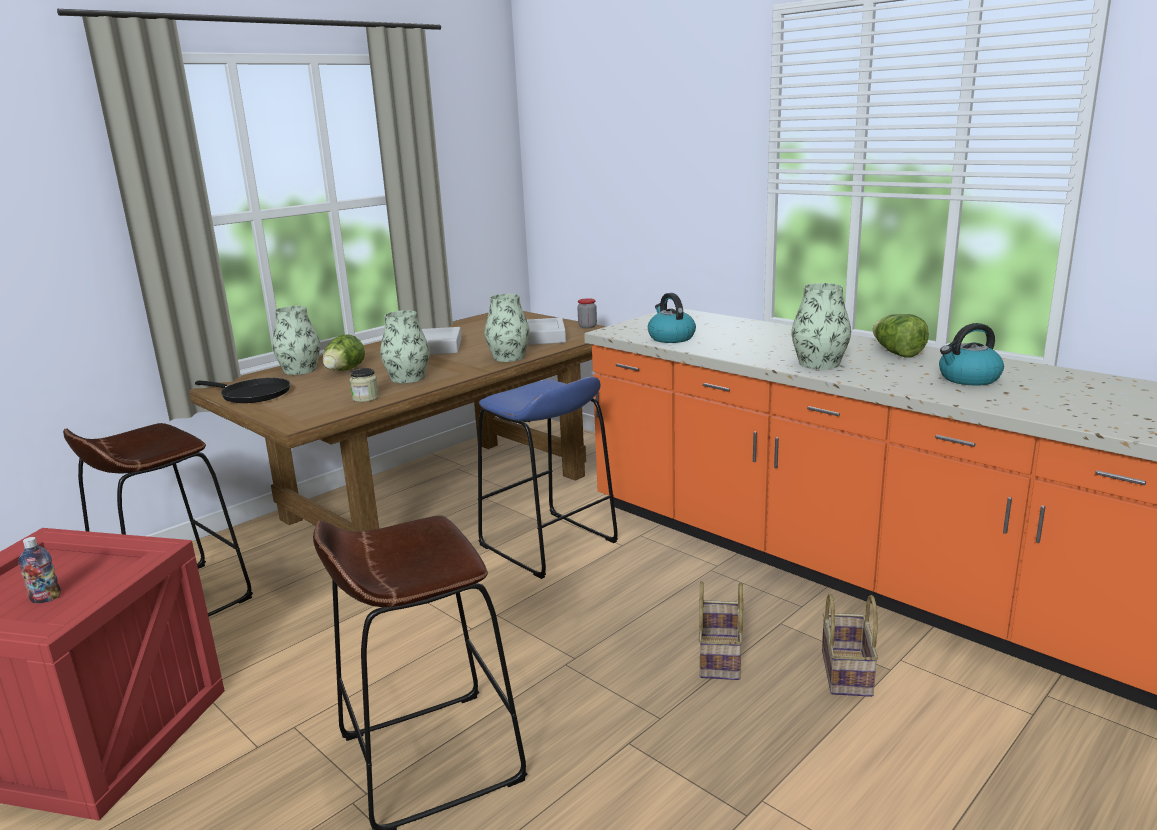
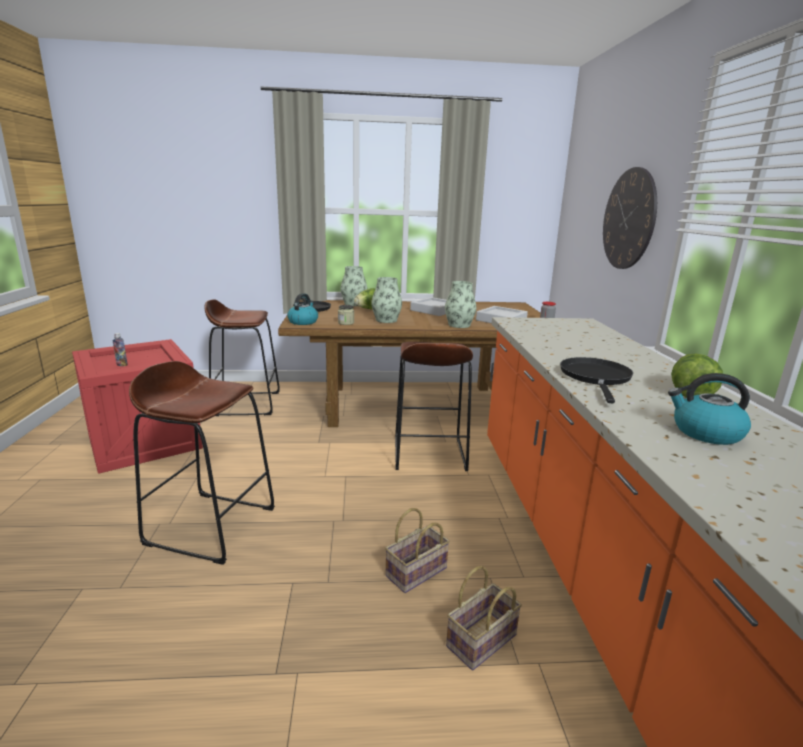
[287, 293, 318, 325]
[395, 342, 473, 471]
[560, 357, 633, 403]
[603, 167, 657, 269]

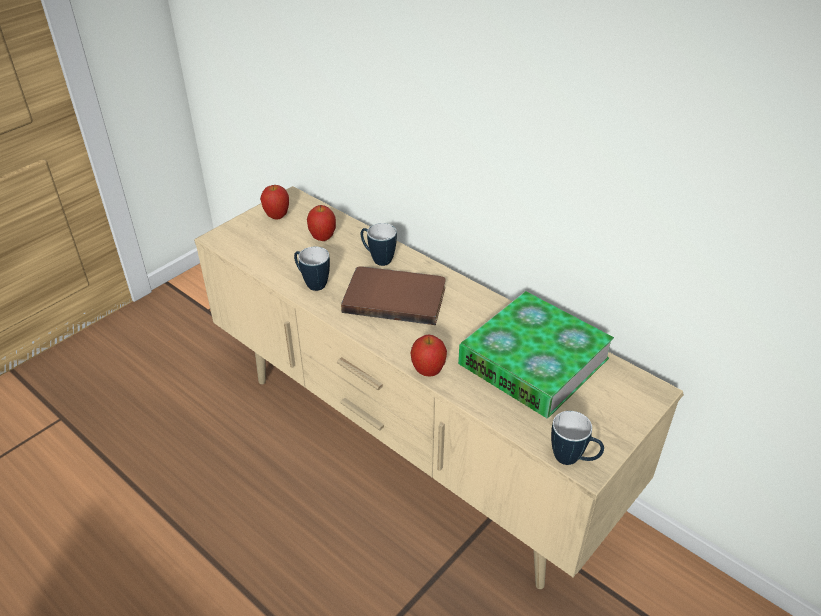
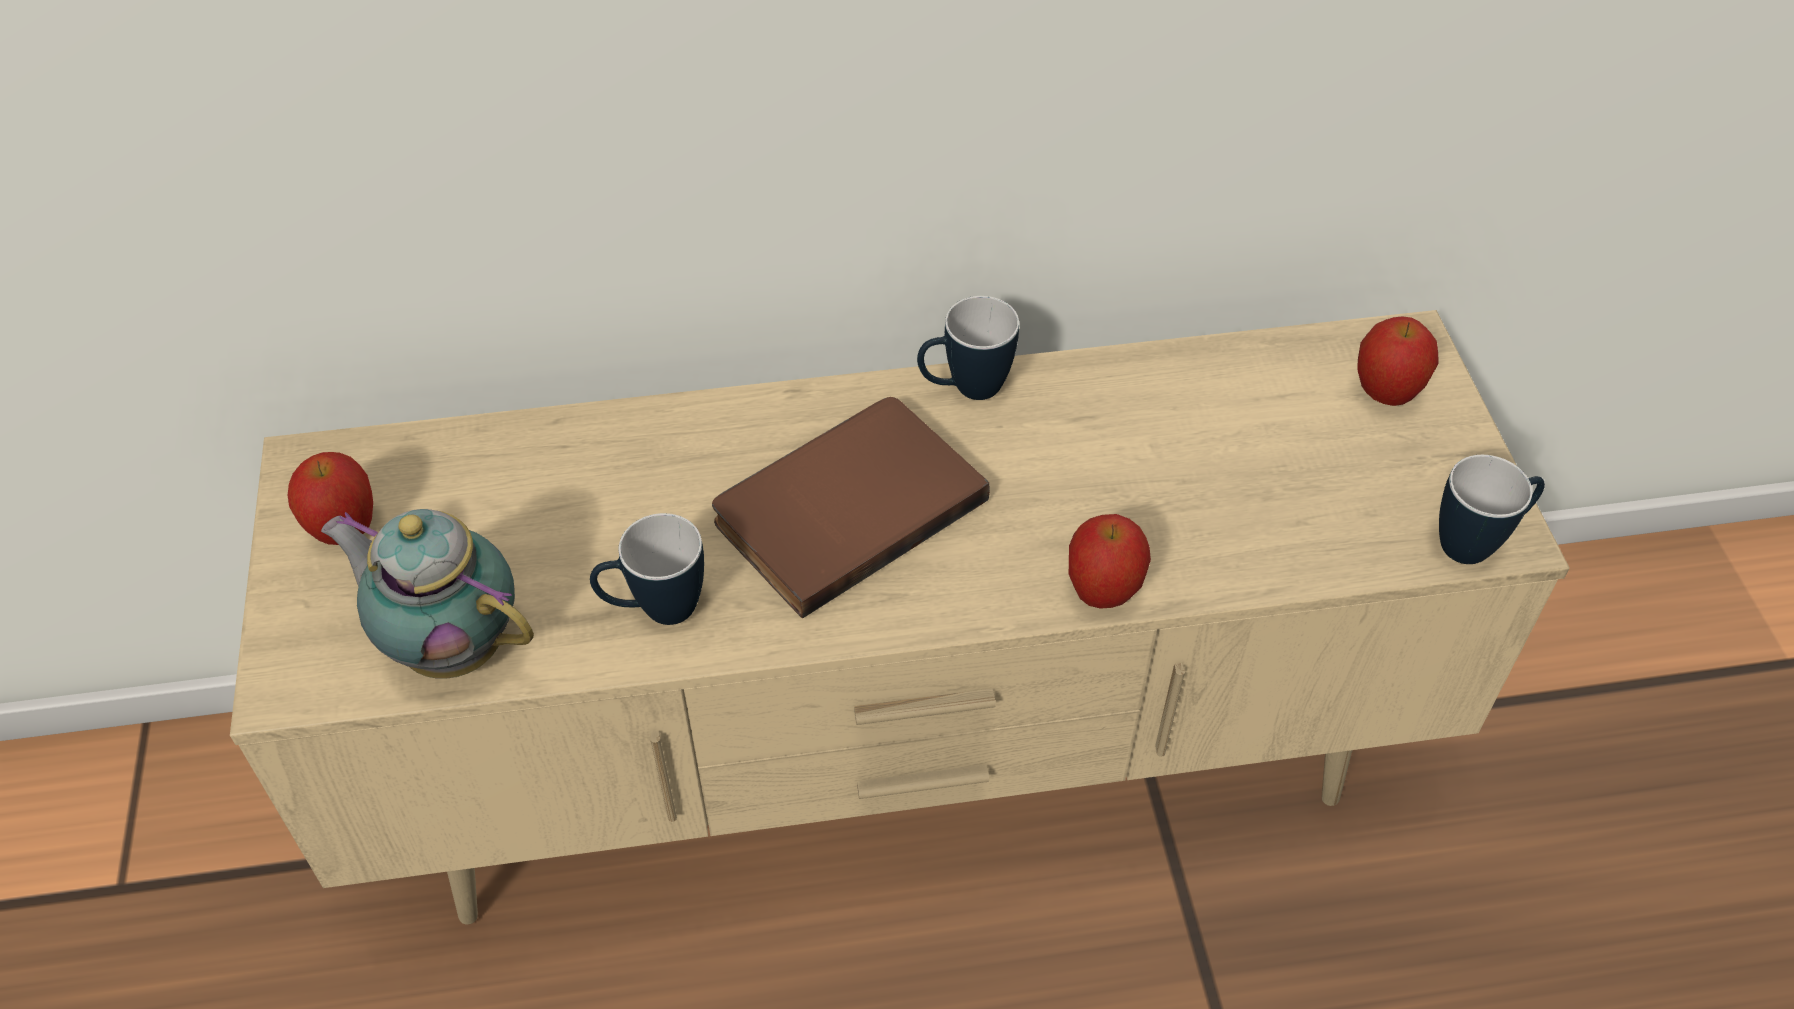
[321, 509, 534, 679]
[917, 296, 1019, 400]
[1357, 317, 1439, 406]
[458, 291, 614, 418] (first image)

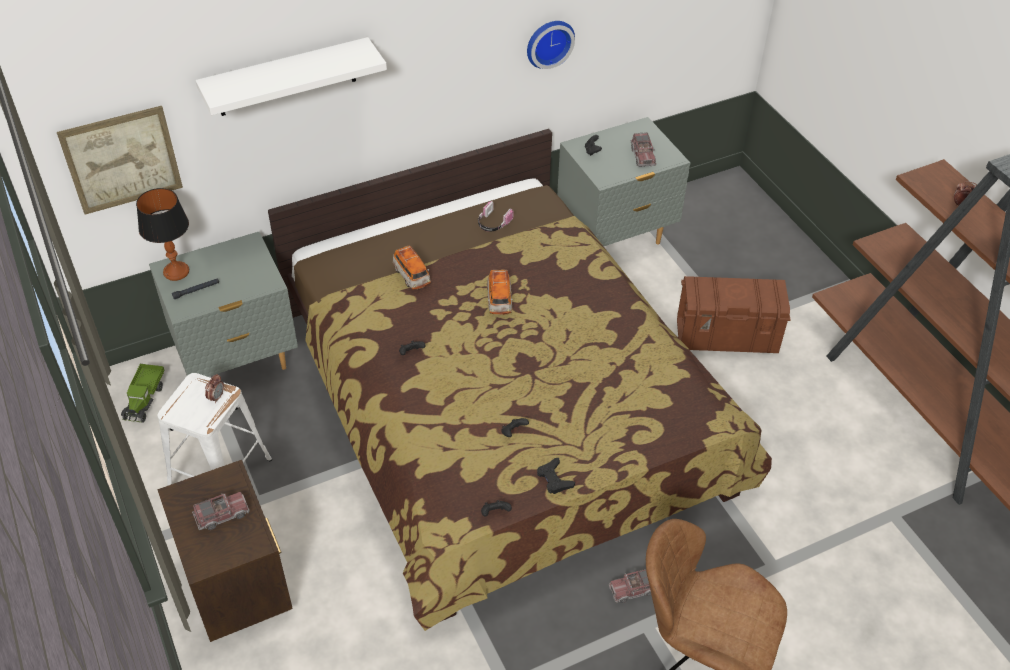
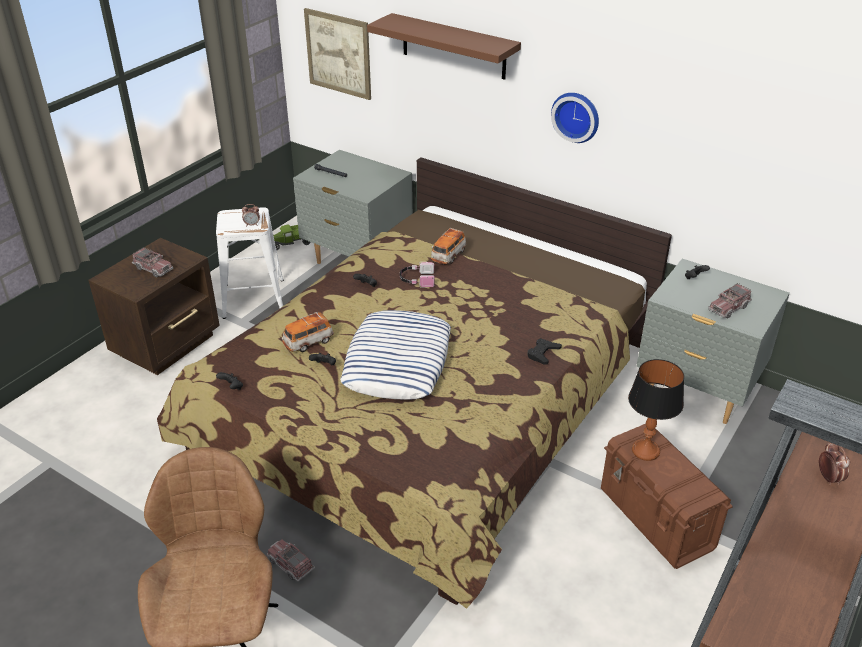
[282, 312, 334, 352]
[340, 310, 451, 400]
[367, 13, 521, 80]
[400, 262, 435, 288]
[528, 338, 562, 365]
[551, 93, 599, 143]
[628, 359, 684, 461]

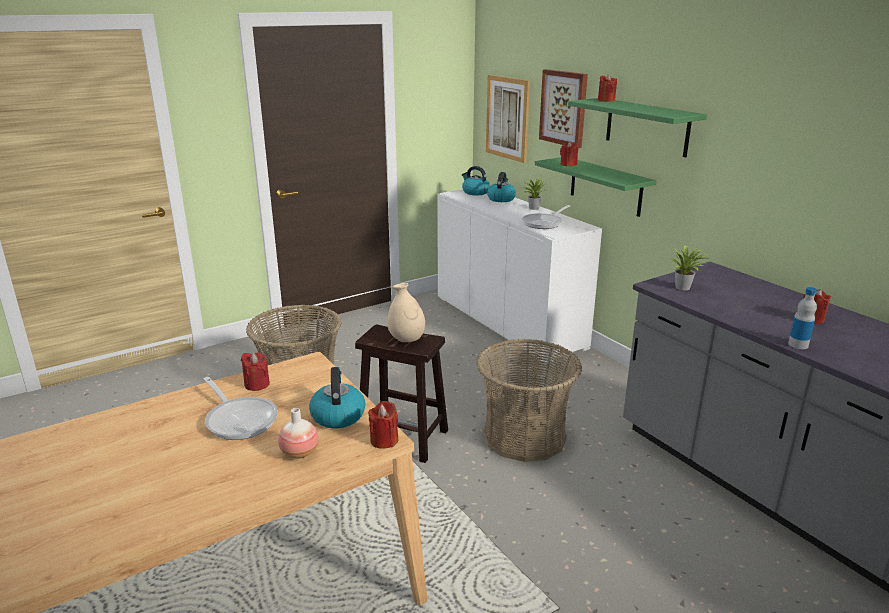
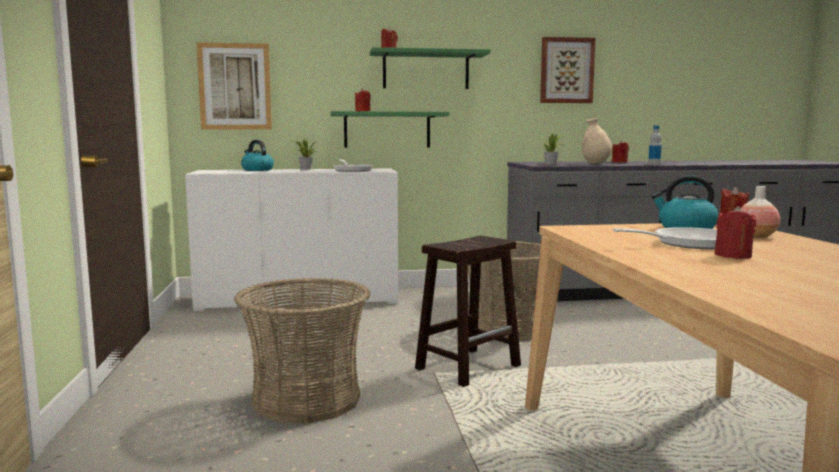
[540, 37, 595, 103]
[582, 118, 612, 164]
[714, 206, 756, 259]
[462, 166, 490, 195] (first image)

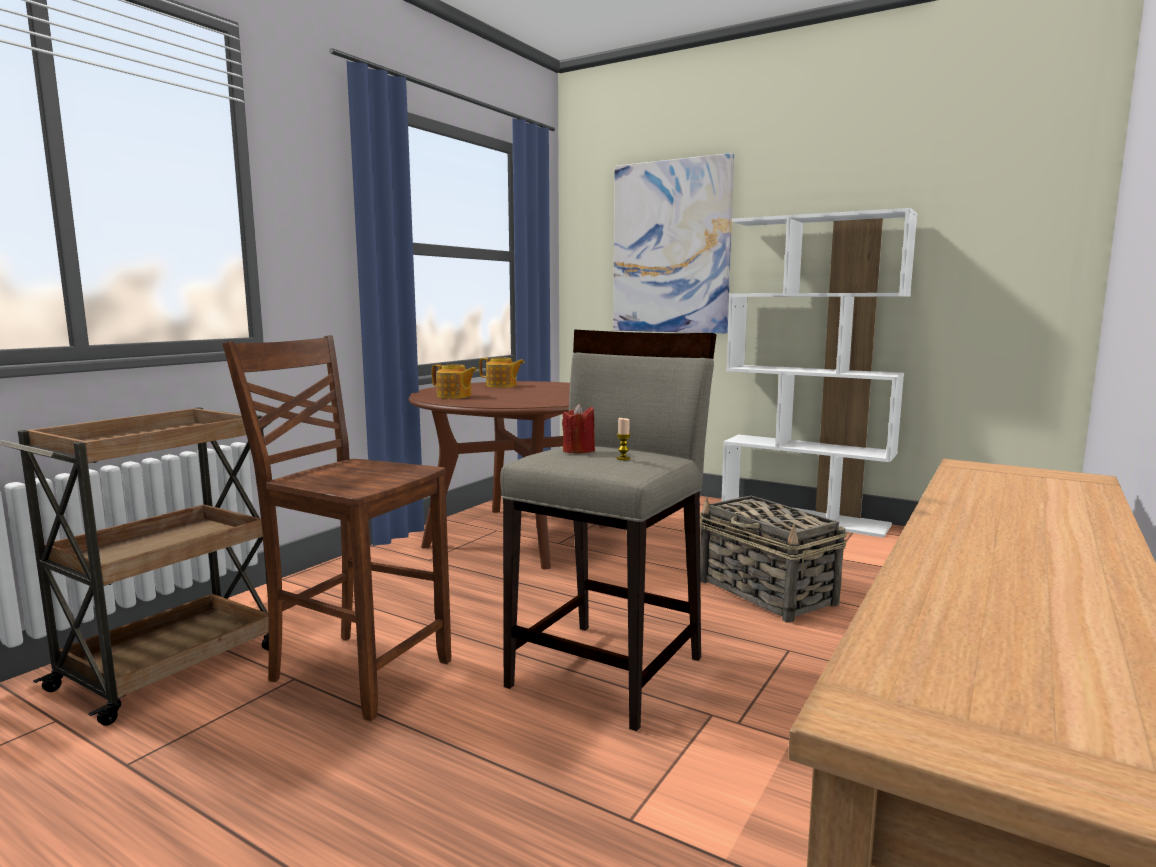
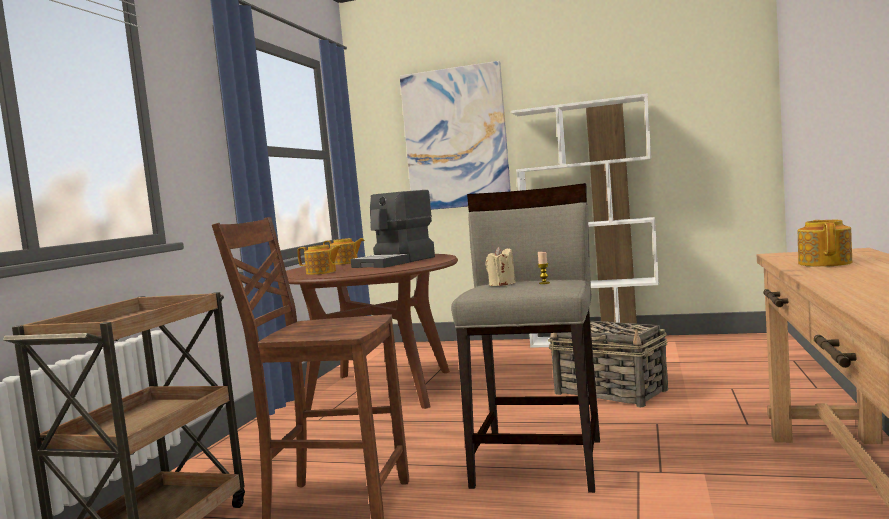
[351, 190, 435, 268]
[486, 247, 516, 286]
[798, 220, 852, 267]

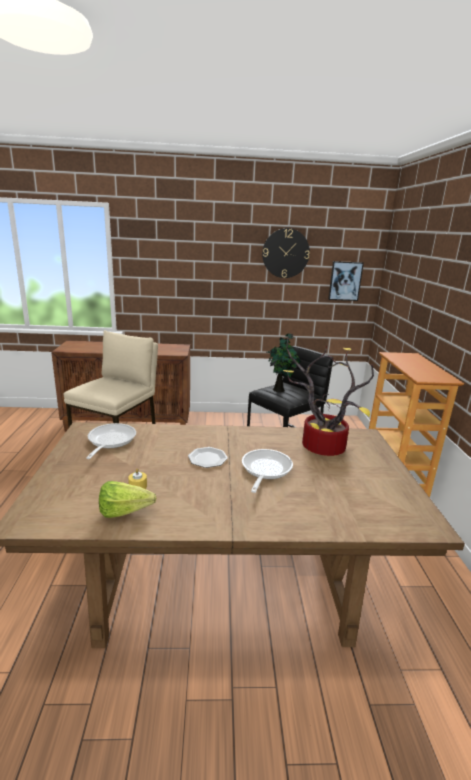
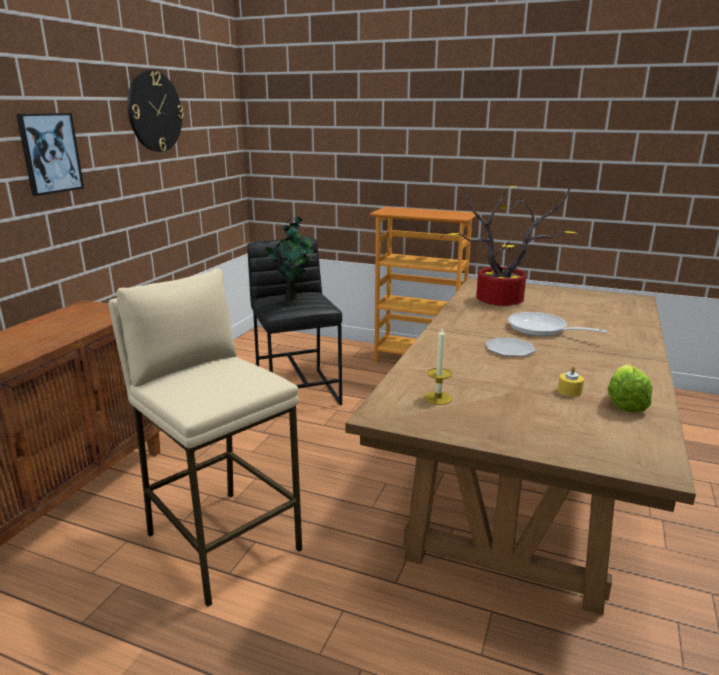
[16, 113, 84, 196]
[424, 328, 453, 405]

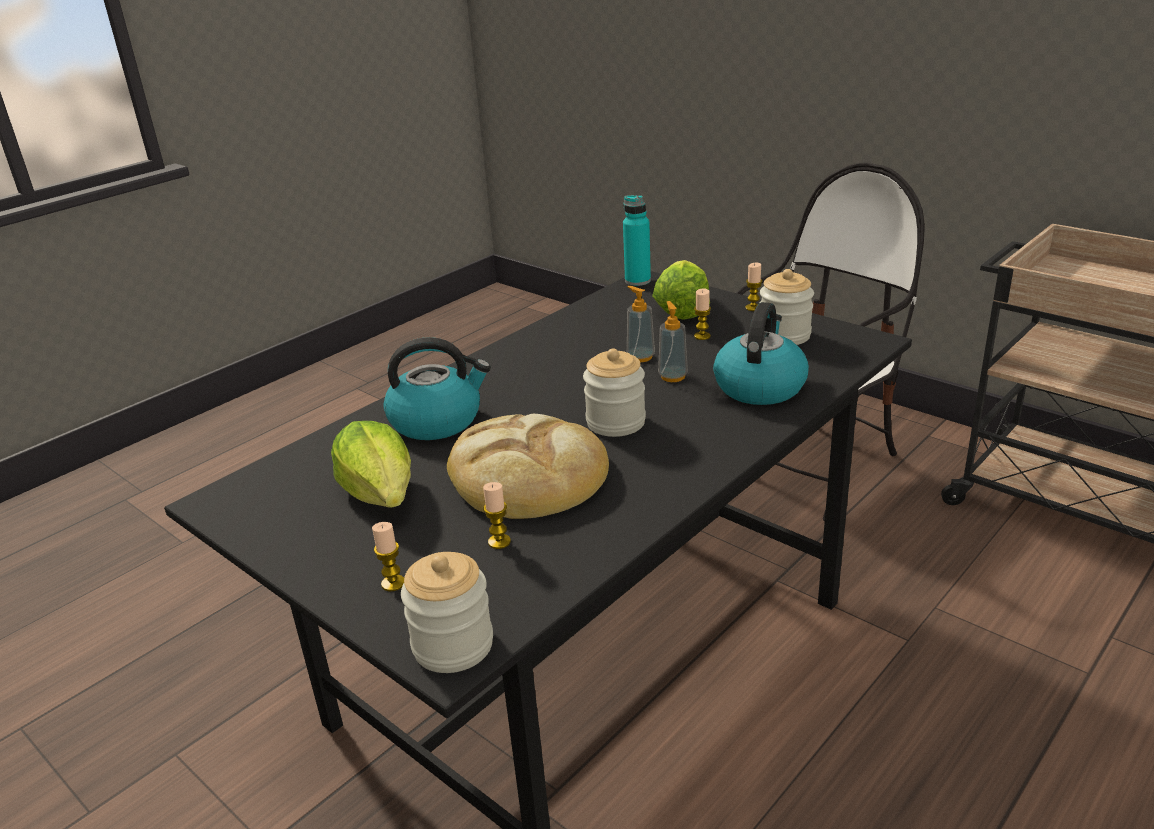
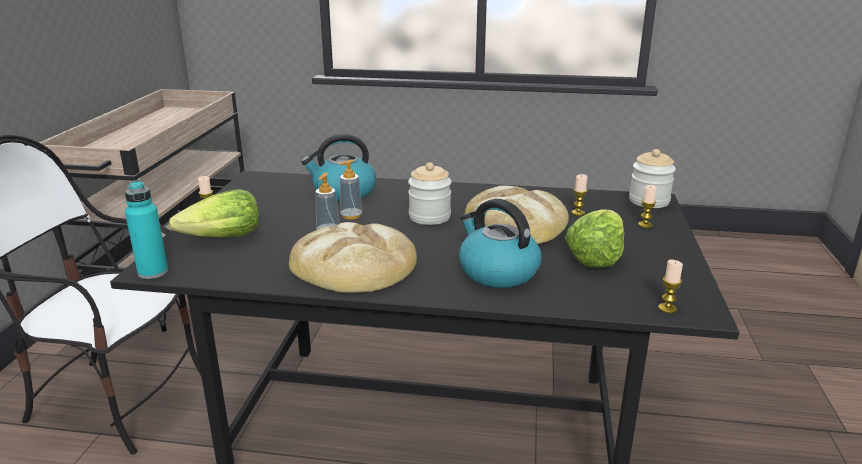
[289, 222, 417, 293]
[658, 260, 683, 313]
[760, 269, 814, 345] (first image)

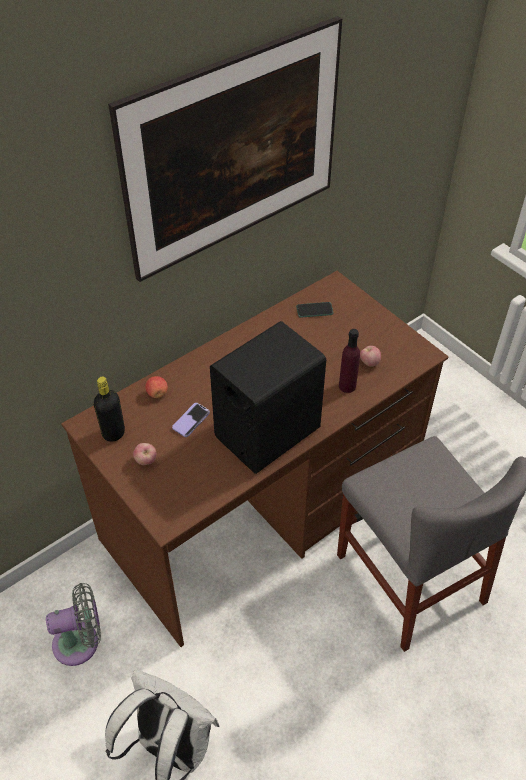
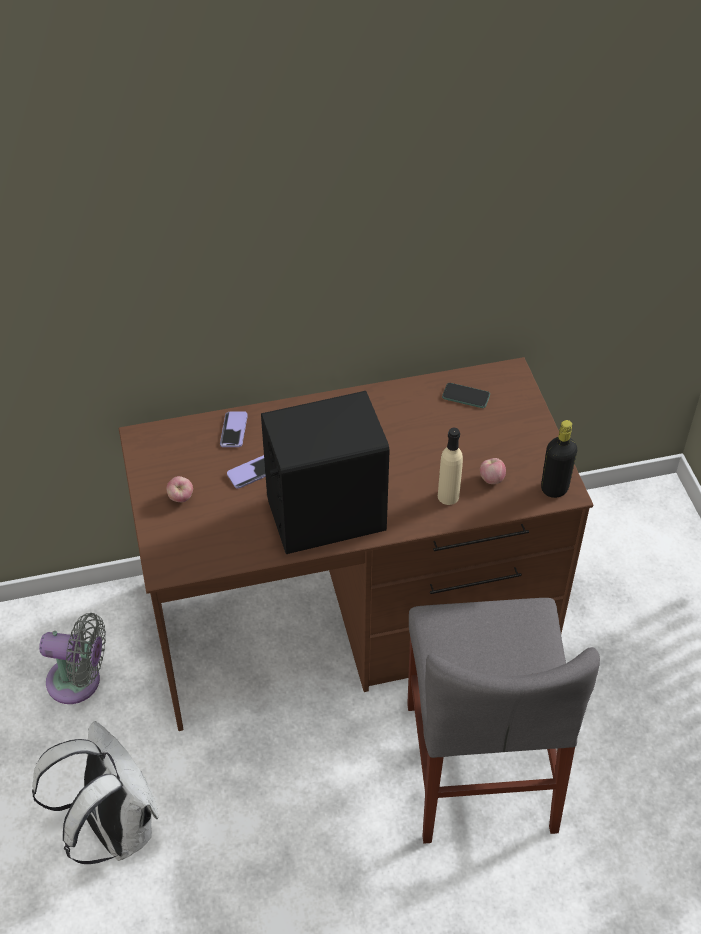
[220, 411, 248, 447]
[438, 428, 463, 505]
[541, 420, 577, 498]
[108, 16, 342, 282] (first image)

